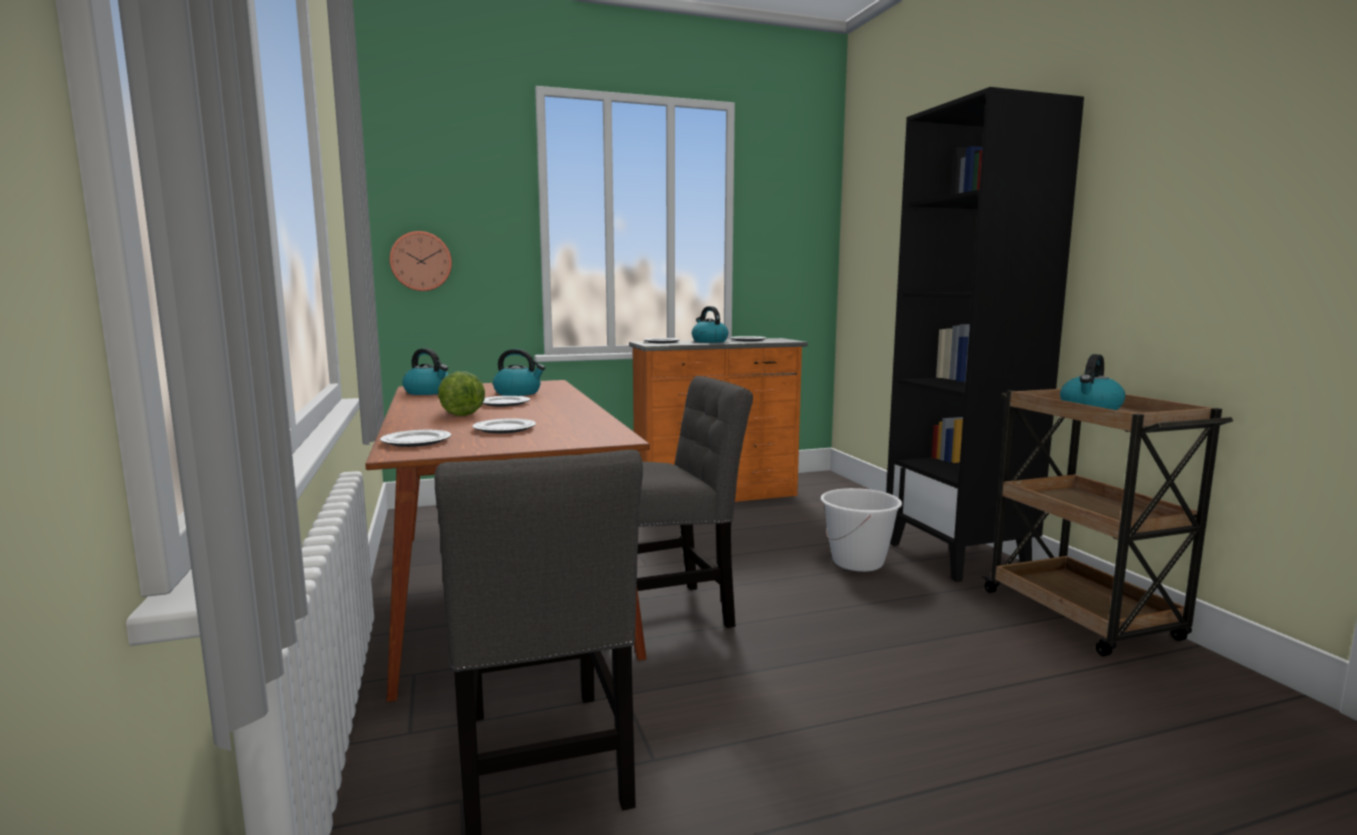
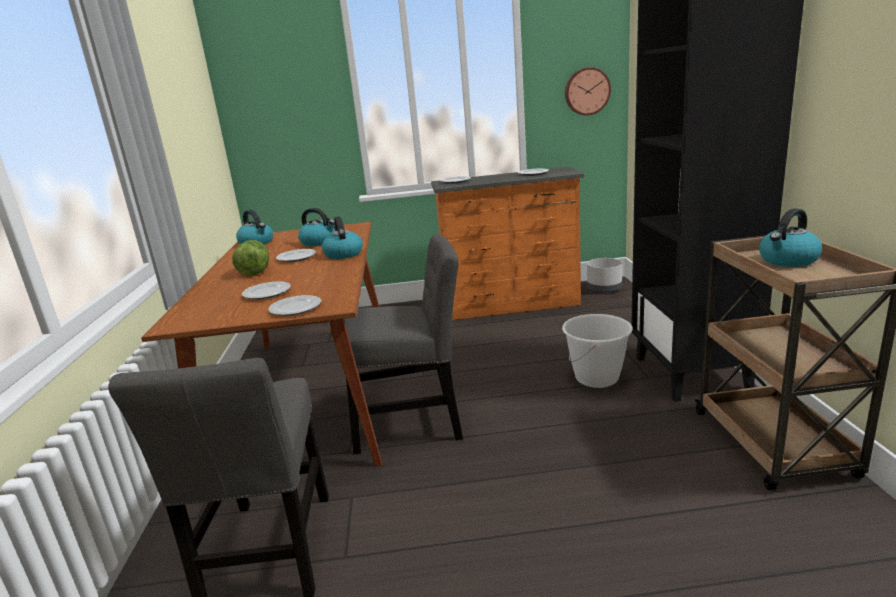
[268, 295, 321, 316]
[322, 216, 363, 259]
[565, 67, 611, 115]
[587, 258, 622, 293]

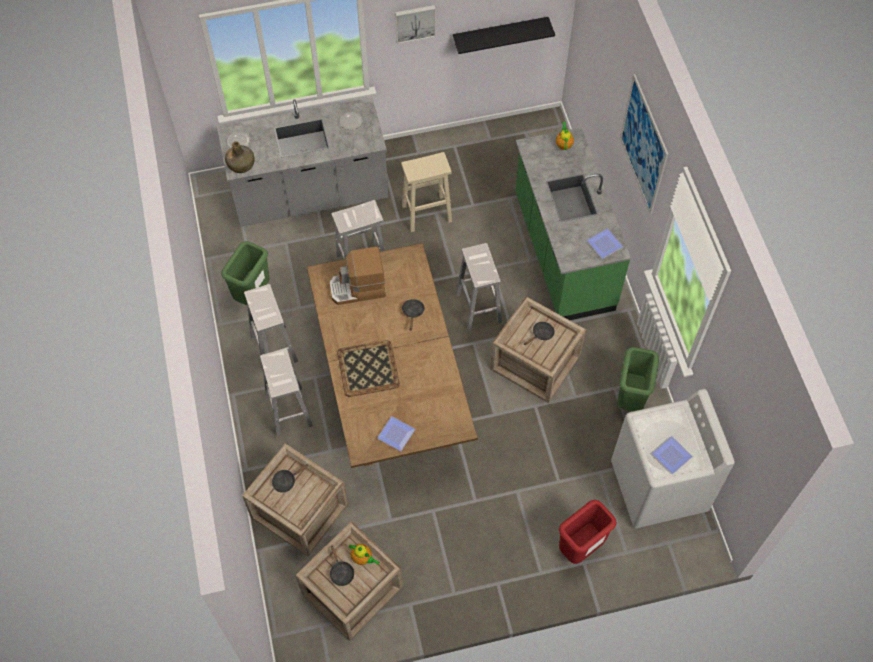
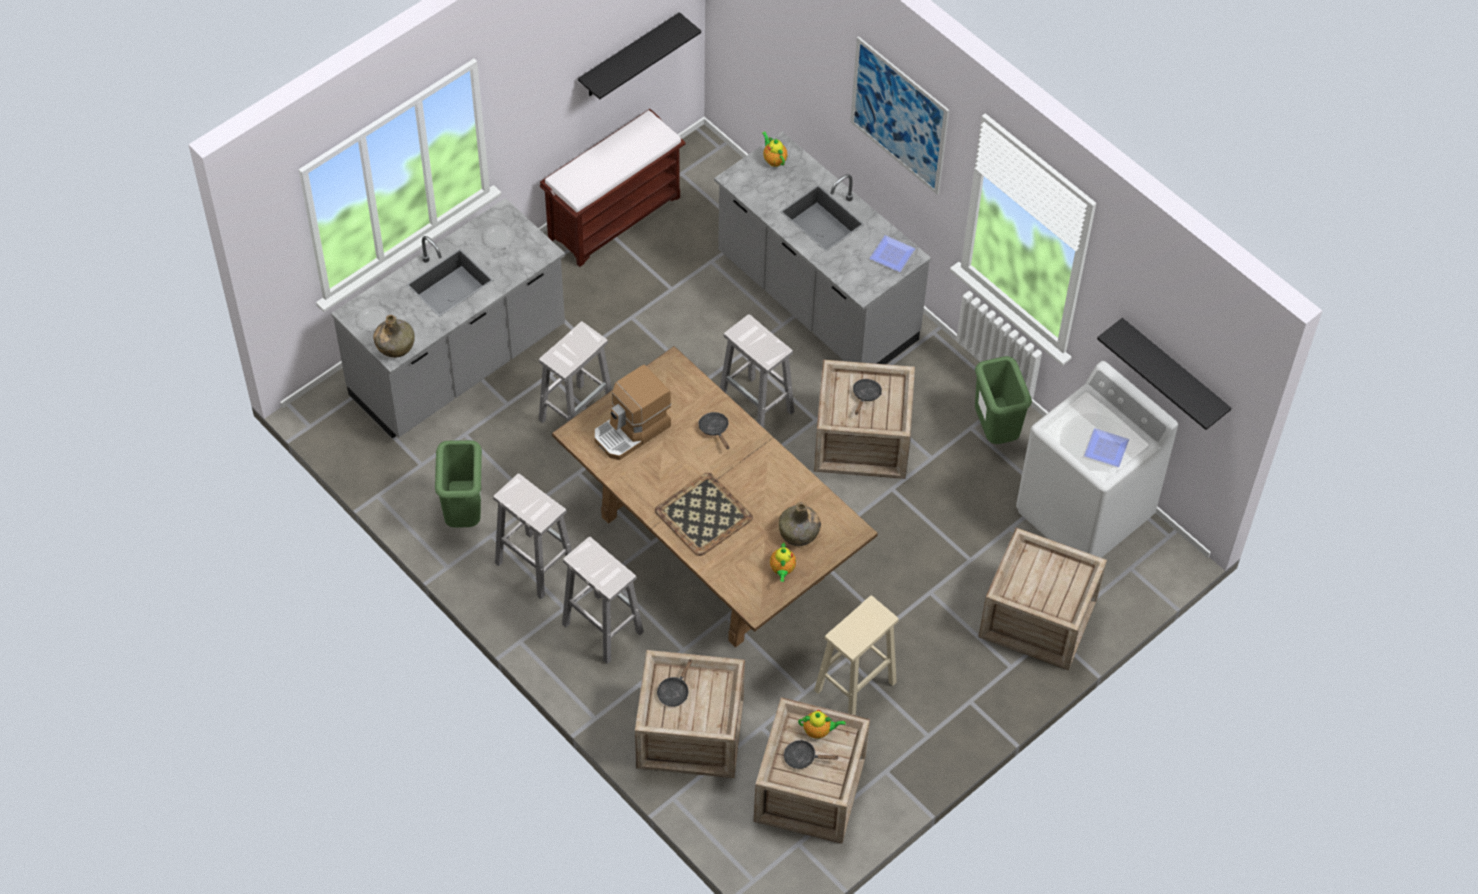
[540, 109, 686, 267]
[714, 132, 931, 364]
[770, 542, 796, 582]
[779, 502, 821, 546]
[784, 740, 839, 769]
[814, 596, 899, 715]
[978, 528, 1107, 670]
[1097, 318, 1231, 430]
[395, 5, 436, 44] (first image)

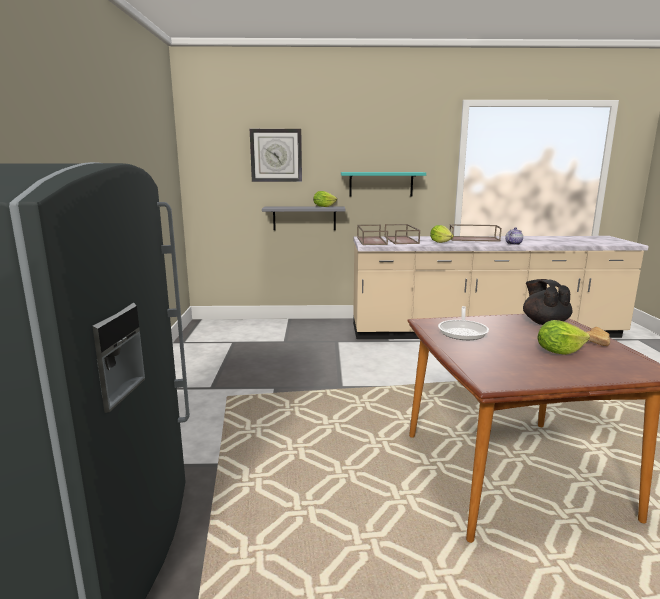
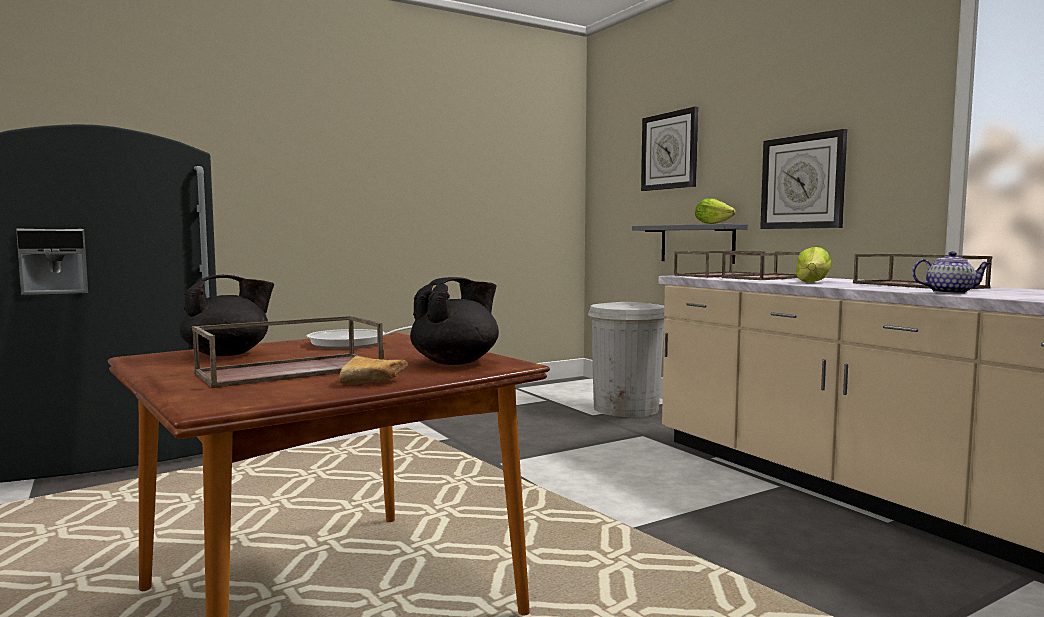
[179, 275, 274, 356]
[192, 316, 383, 388]
[588, 302, 666, 417]
[760, 129, 847, 229]

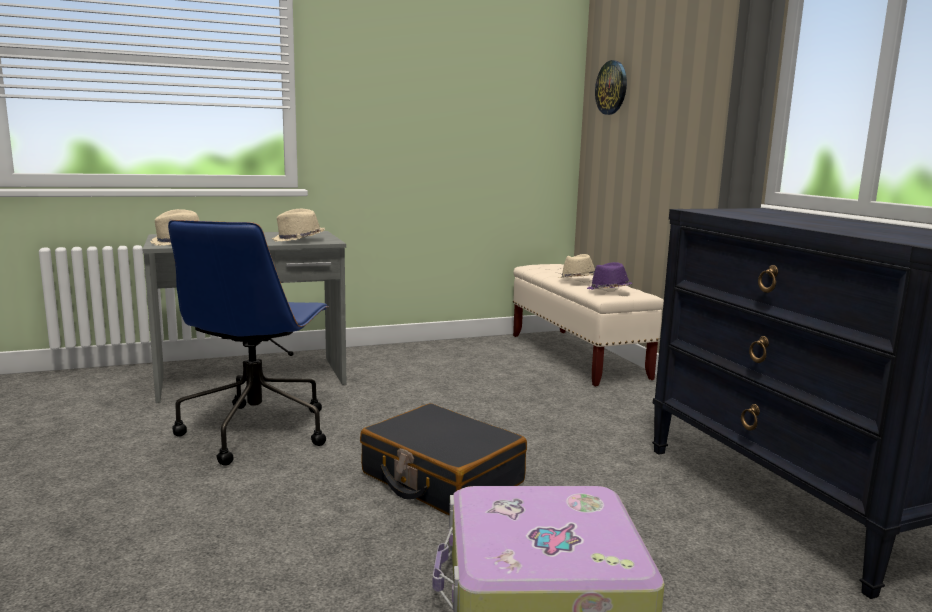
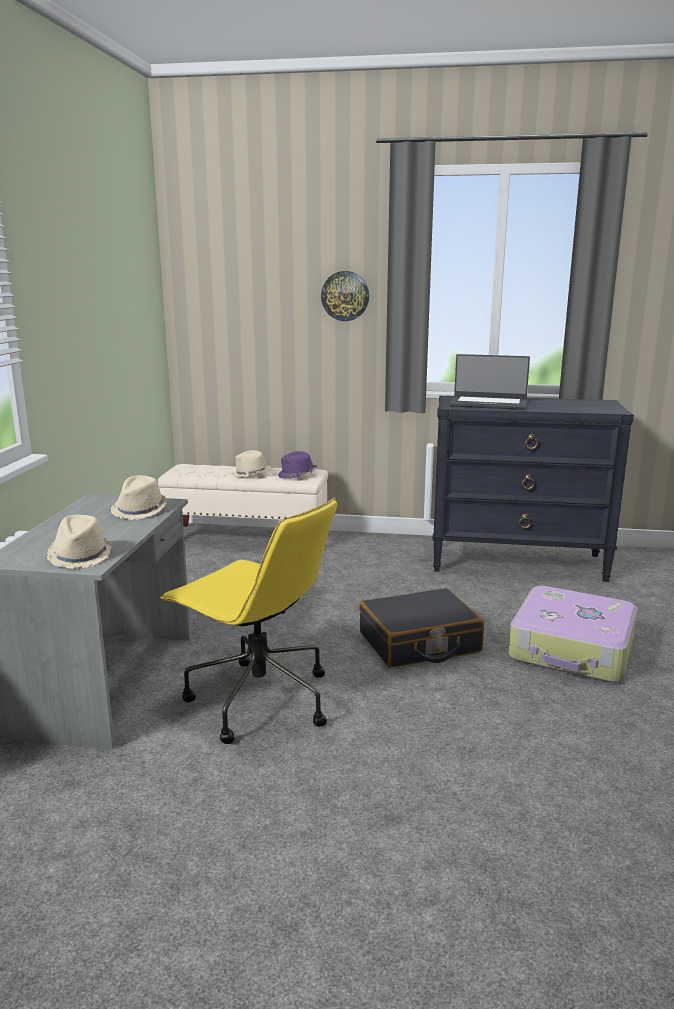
[160, 498, 337, 744]
[321, 271, 369, 321]
[450, 354, 530, 410]

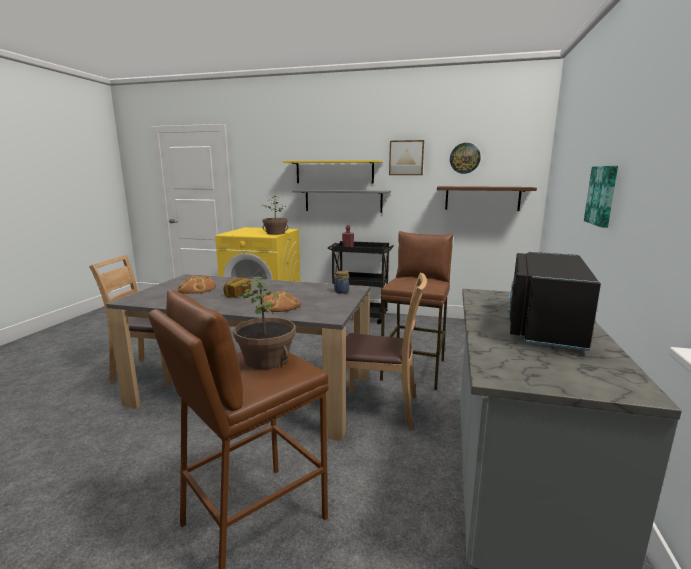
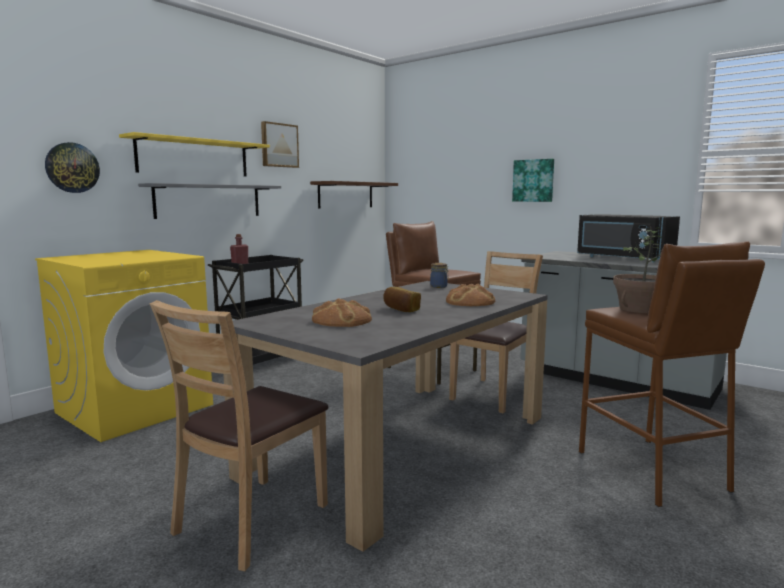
[45, 142, 100, 193]
[262, 196, 288, 235] (first image)

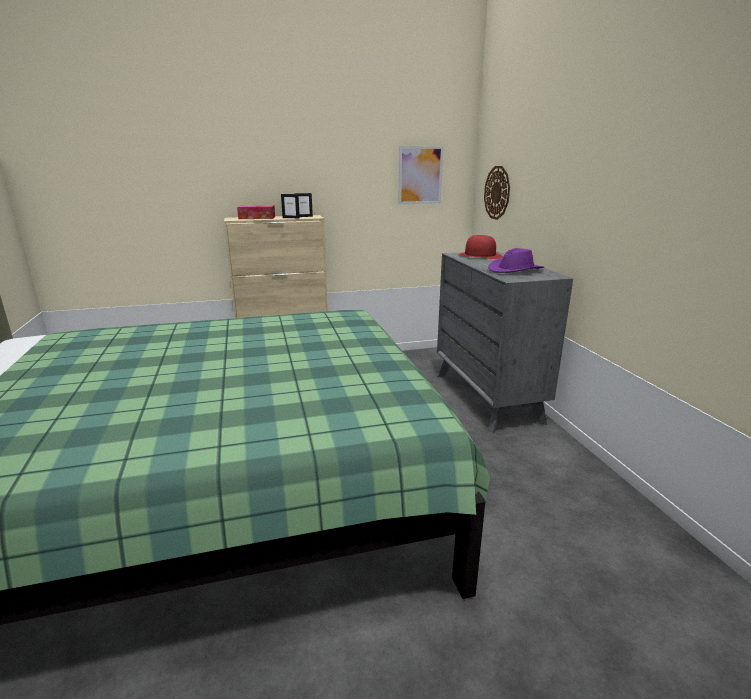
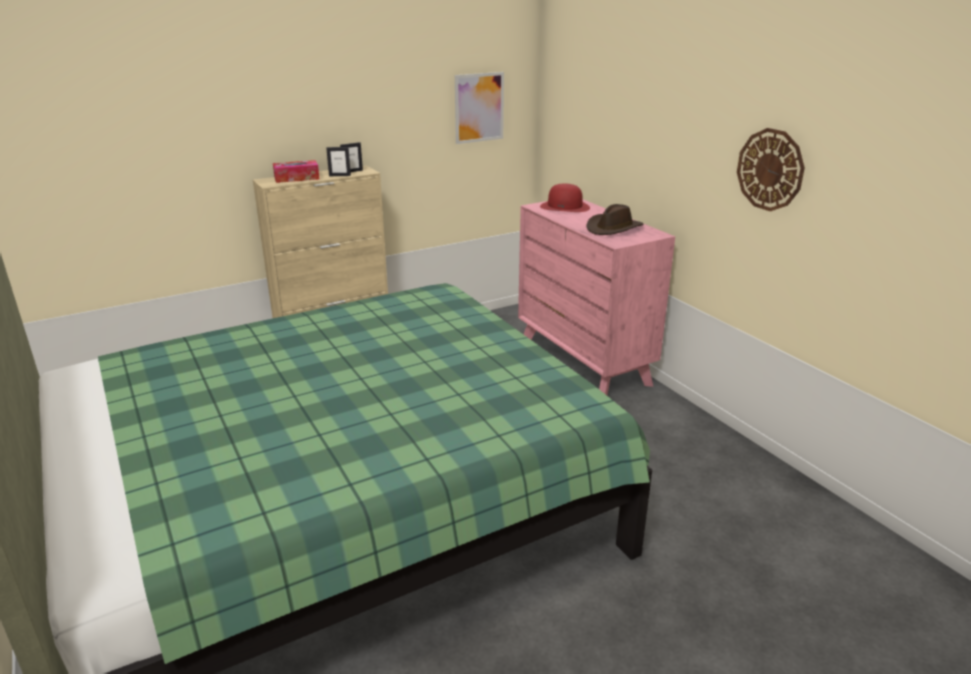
[518, 199, 675, 395]
[586, 204, 644, 235]
[737, 128, 805, 211]

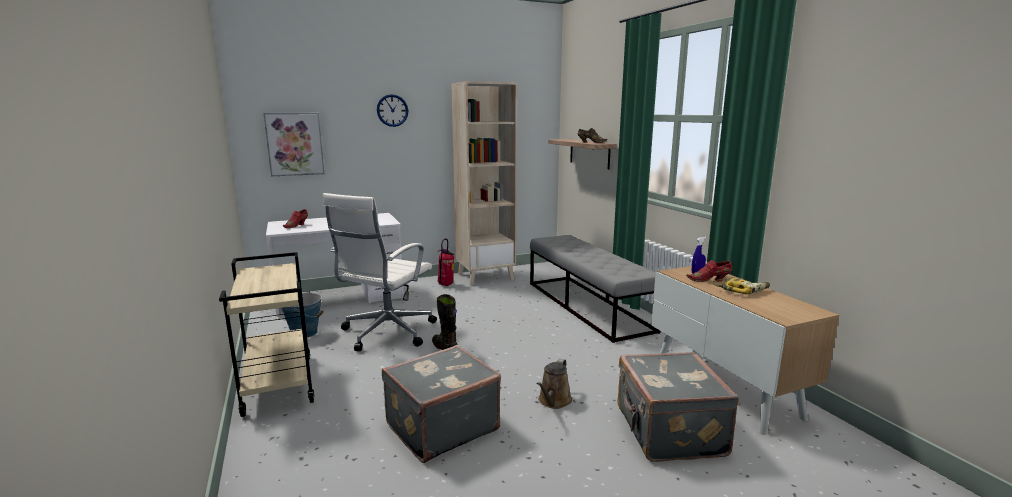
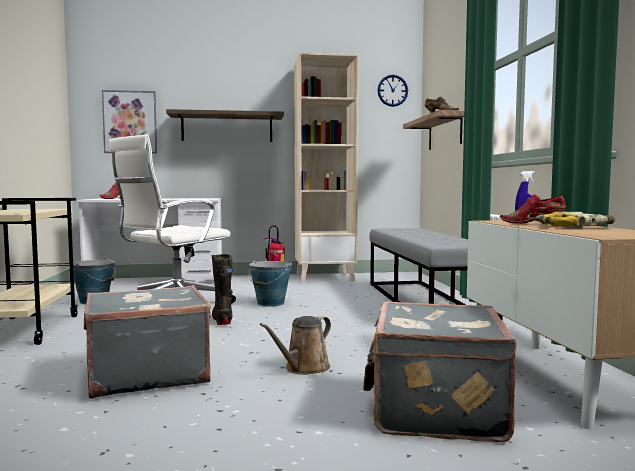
[166, 109, 284, 142]
[248, 261, 292, 307]
[377, 74, 408, 107]

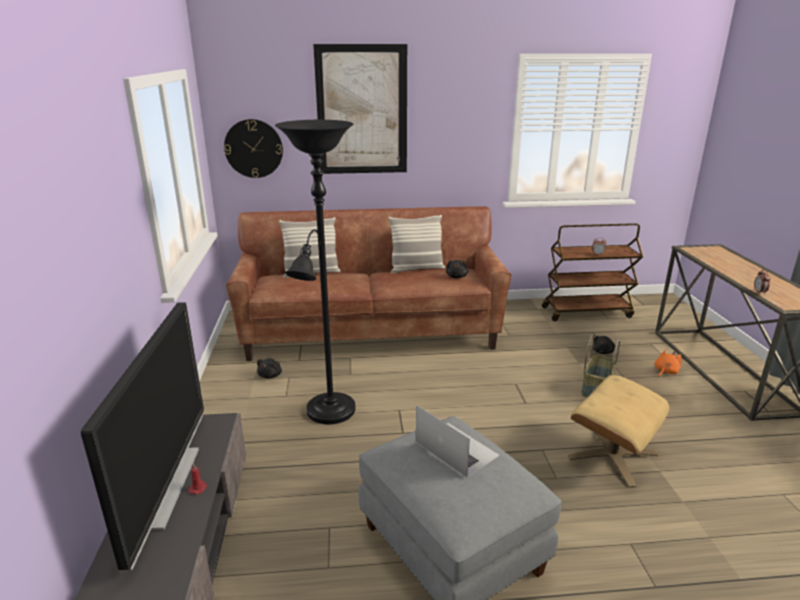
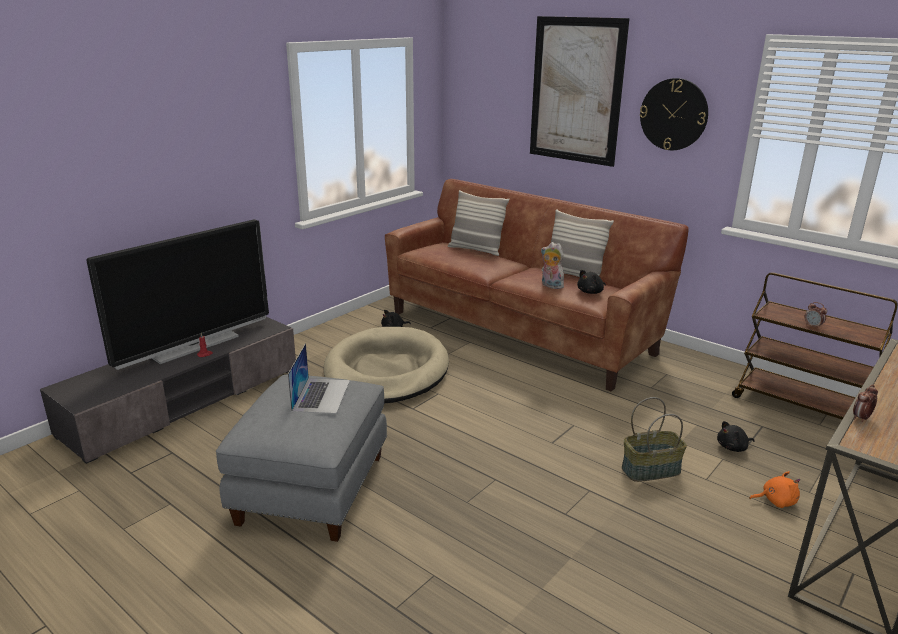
[324, 327, 449, 403]
[541, 242, 564, 289]
[640, 78, 708, 150]
[568, 375, 669, 488] (first image)

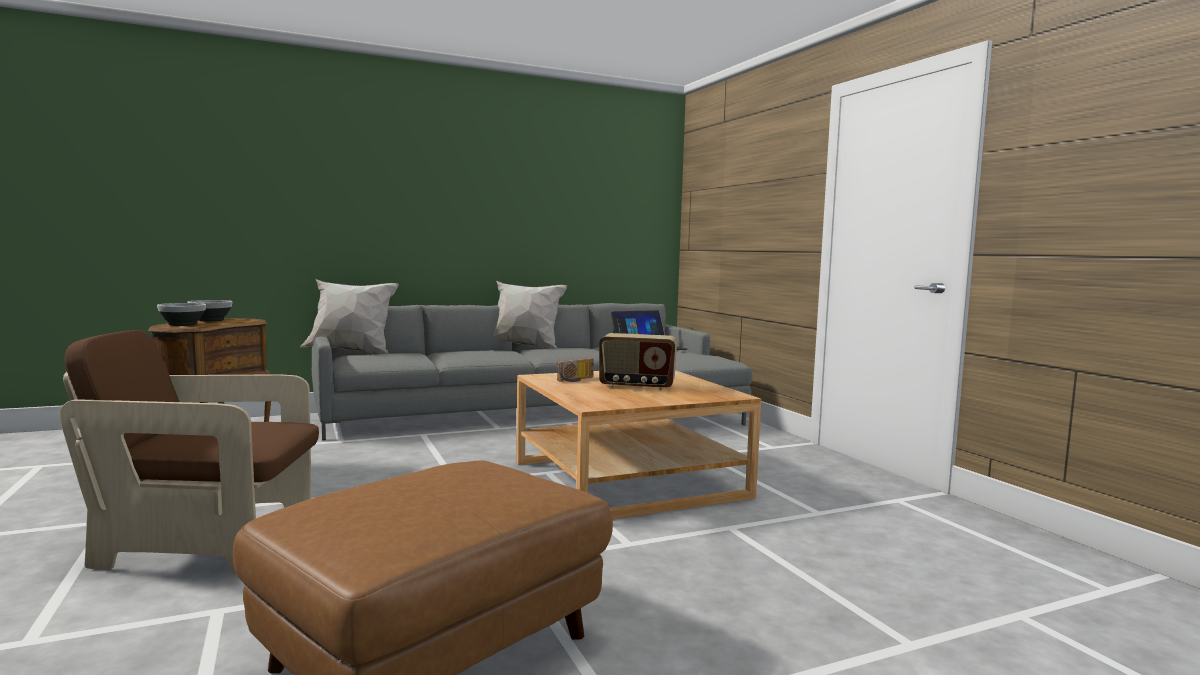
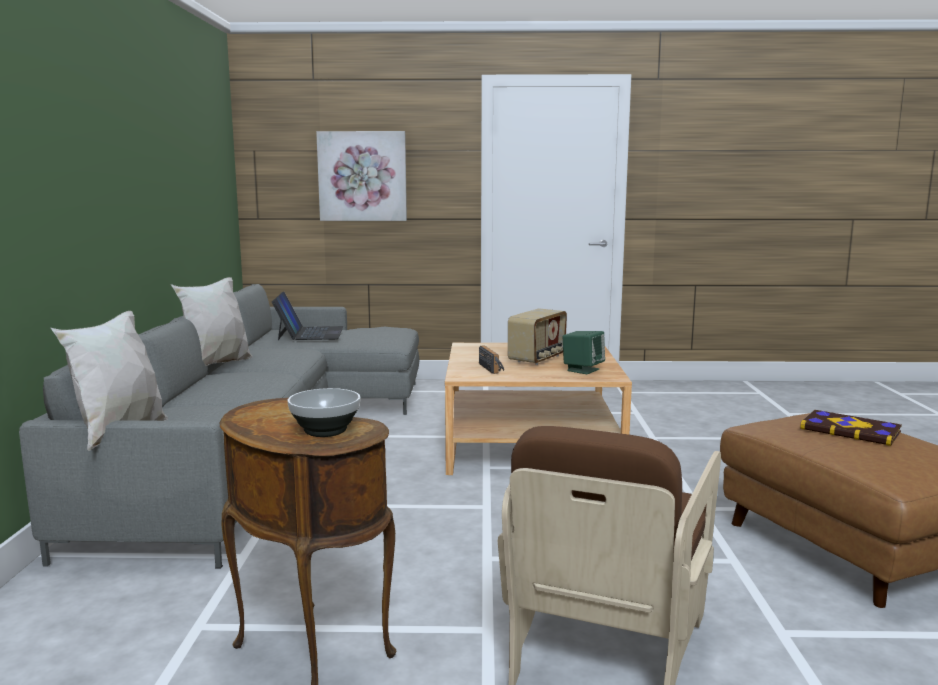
[316, 131, 407, 221]
[563, 331, 605, 374]
[800, 410, 902, 446]
[188, 300, 232, 321] (first image)

